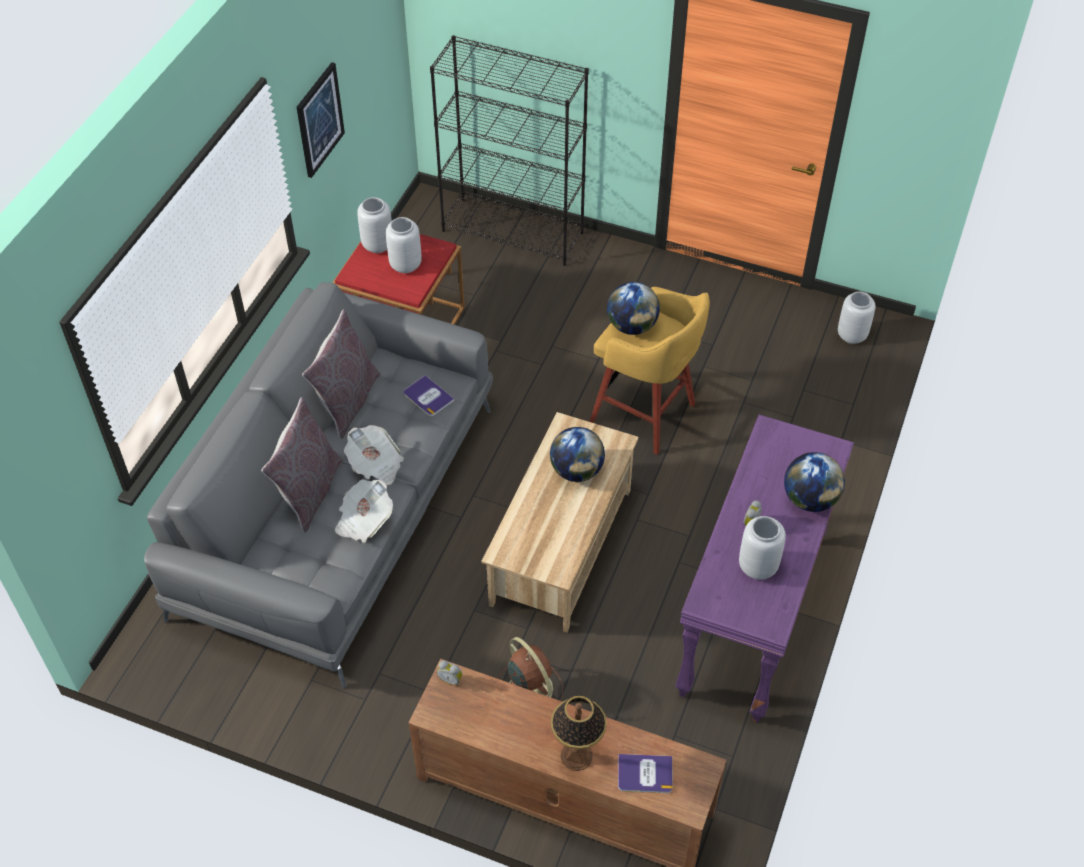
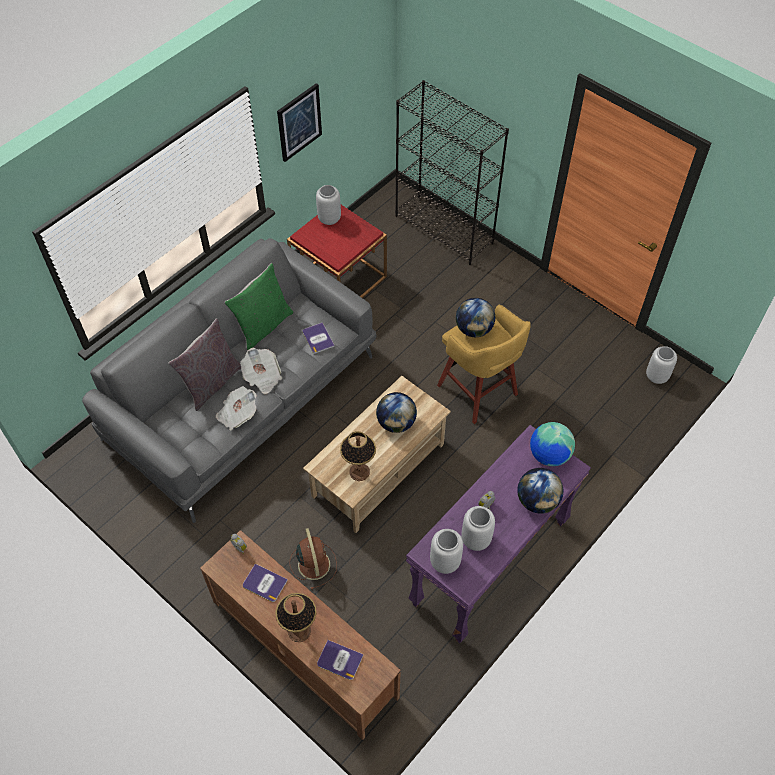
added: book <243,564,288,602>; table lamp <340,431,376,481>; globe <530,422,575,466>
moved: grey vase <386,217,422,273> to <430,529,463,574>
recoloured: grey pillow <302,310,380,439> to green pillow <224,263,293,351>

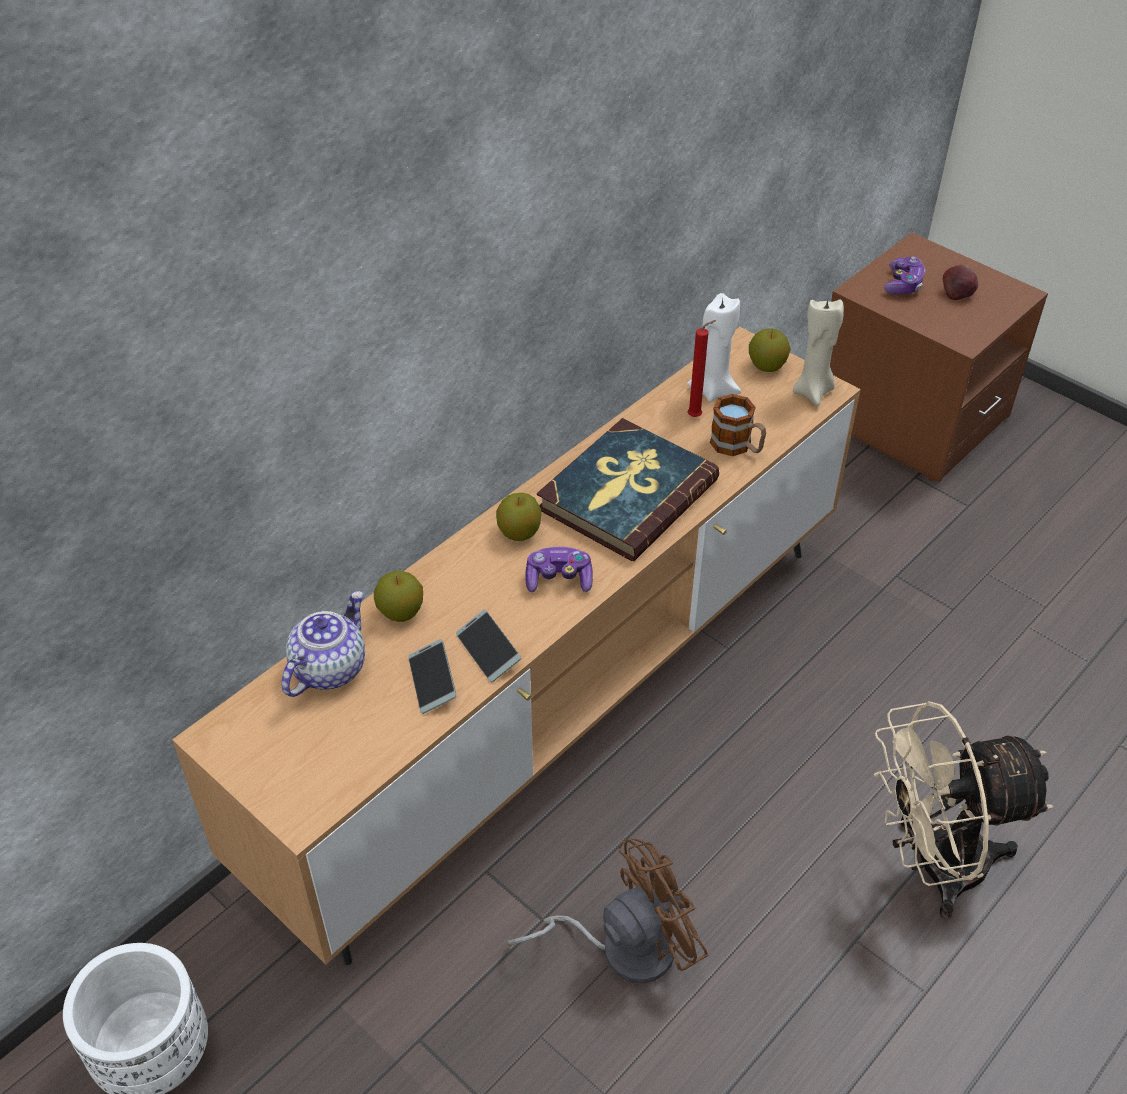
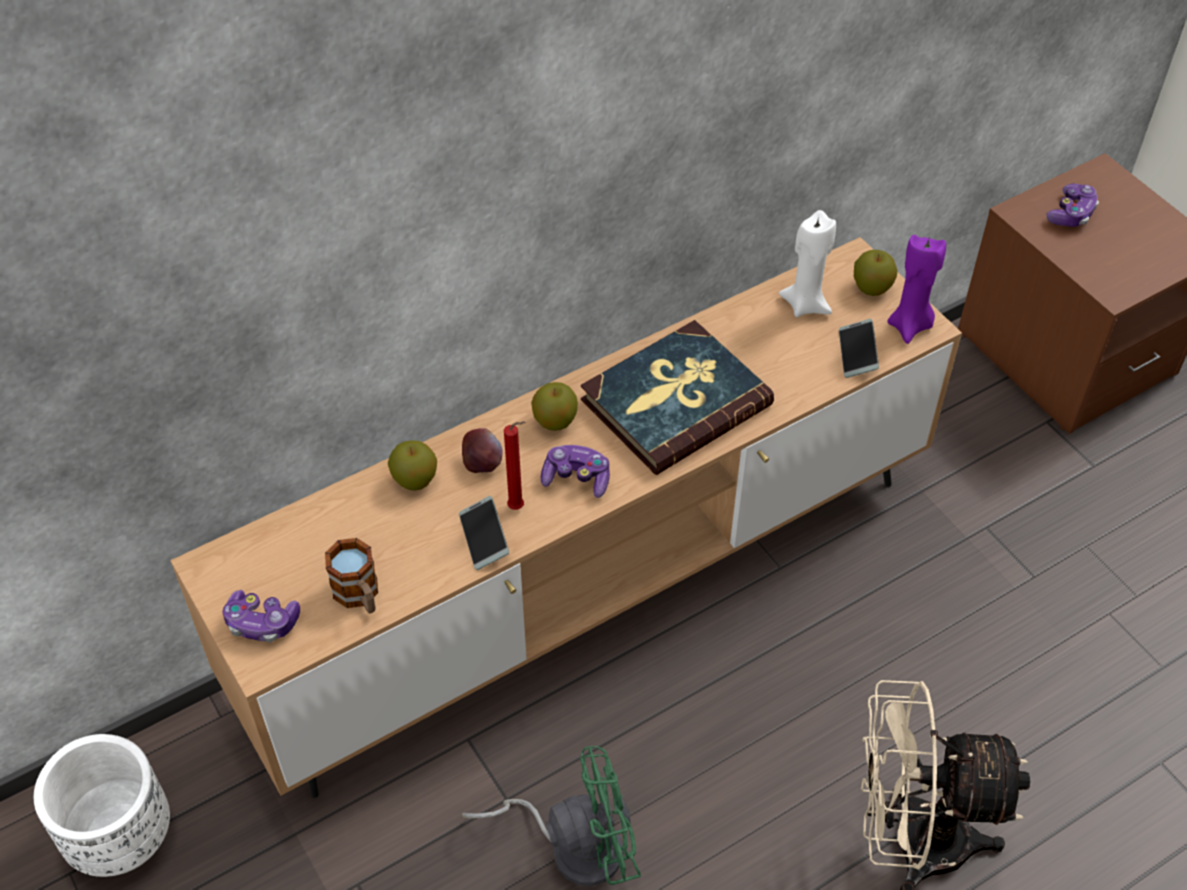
removed: teapot <281,591,365,697>
added: game controller <223,590,300,643>
moved: phone <408,639,456,714> to <839,319,879,378>; red candle <687,320,716,417> to <504,421,525,510>; mug <710,394,766,456> to <325,538,378,613>; apple <942,264,978,300> to <462,428,503,473>
recoloured: brown fan <507,838,708,984> to green fan <462,746,641,886>; beige candle <793,300,844,406> to purple candle <887,235,946,344>

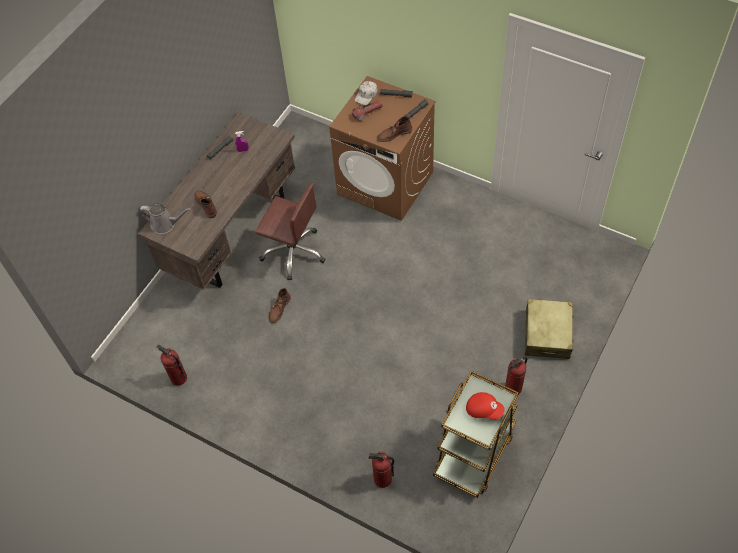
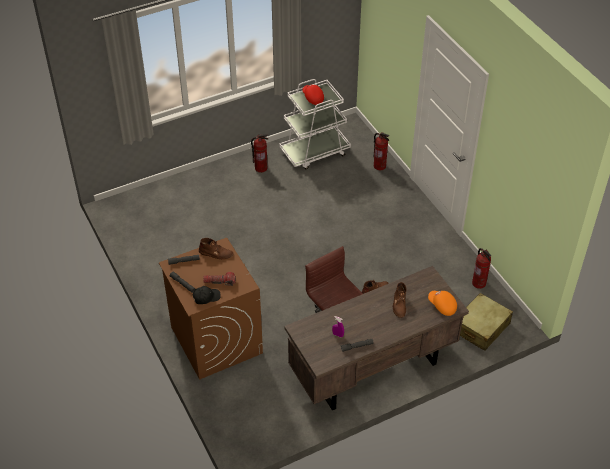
moved: beige suitcase <525,299,574,359> to <460,293,513,351>
replaced: grey watering can <139,203,191,234> to orange cap <428,291,457,316>
recoloured: white cap <354,81,377,105> to black cap <192,286,221,304>; brown cart <433,371,518,498> to white cart <279,79,351,169>

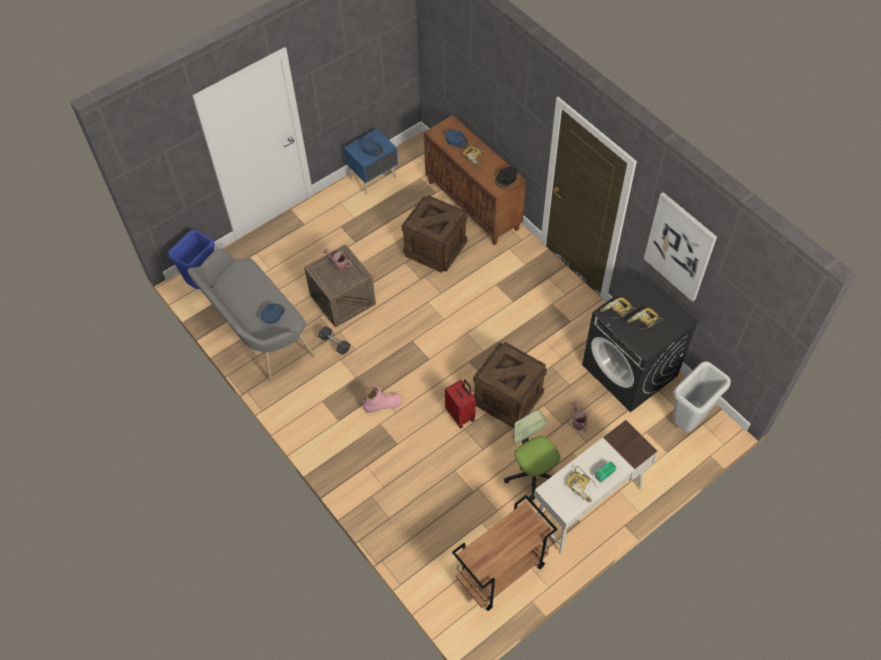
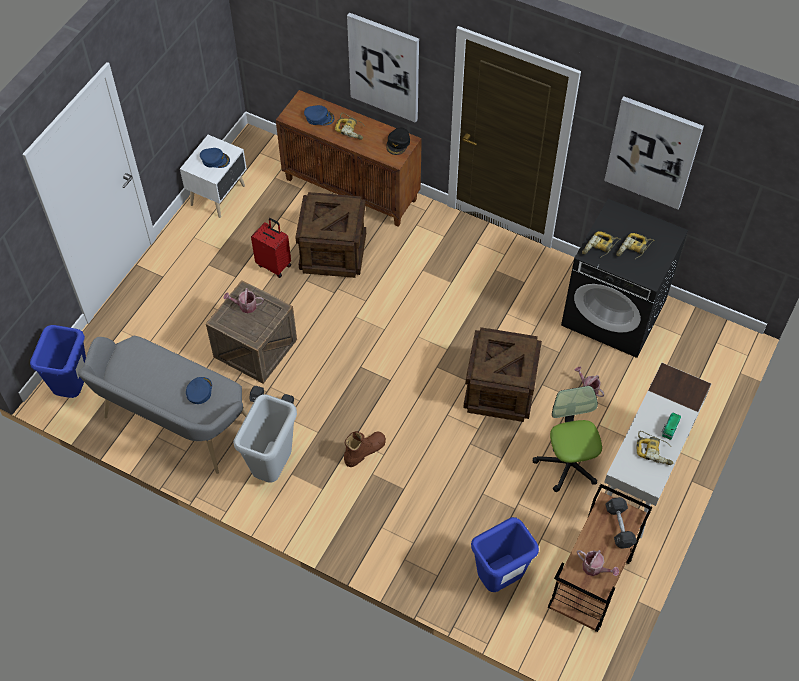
added: picture <347,13,419,123>; blue trash can <471,517,539,592>; watering can <577,550,619,576>; black dumbbell <606,497,637,549>
moved: red suitcase <445,379,476,429> to <251,218,291,278>; grey trash can <673,361,731,432> to <233,394,297,483>
recoloured: blue nightstand <344,129,398,195> to white nightstand <180,135,247,218>; pink boot <363,386,402,413> to brown boot <344,431,386,467>
turned: office chair <504,410,560,501> = <533,386,602,492> 45 degrees clockwise

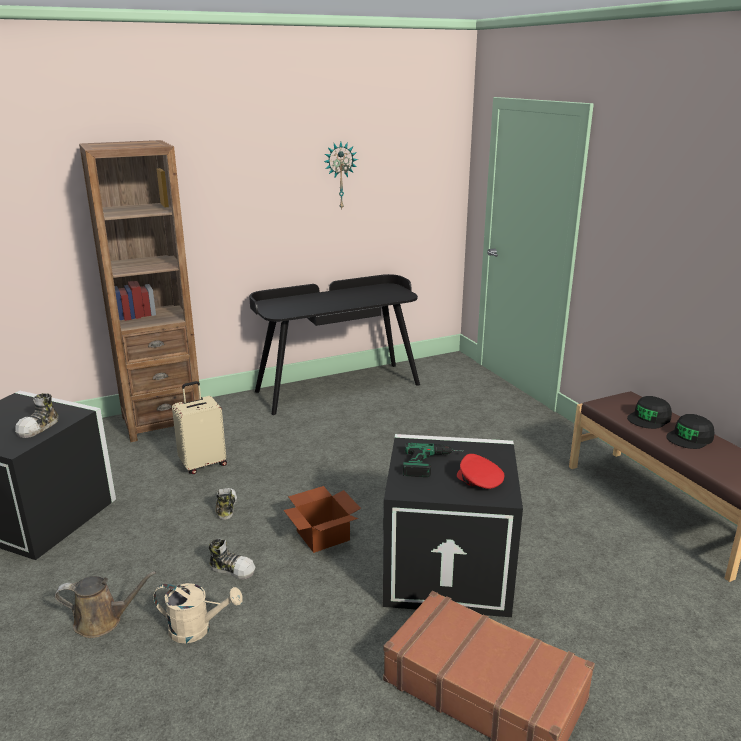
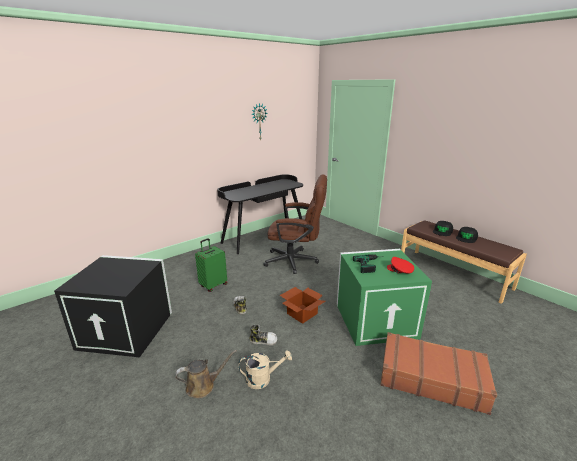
removed: shoe <15,393,58,438>; brown bookcase <79,140,199,442>
added: brown office chair <263,175,327,274>
recoloured: beige suitcase <172,381,227,474> to green suitcase <195,238,227,292>; black storage box <383,434,523,617> to green storage box <337,249,432,346>

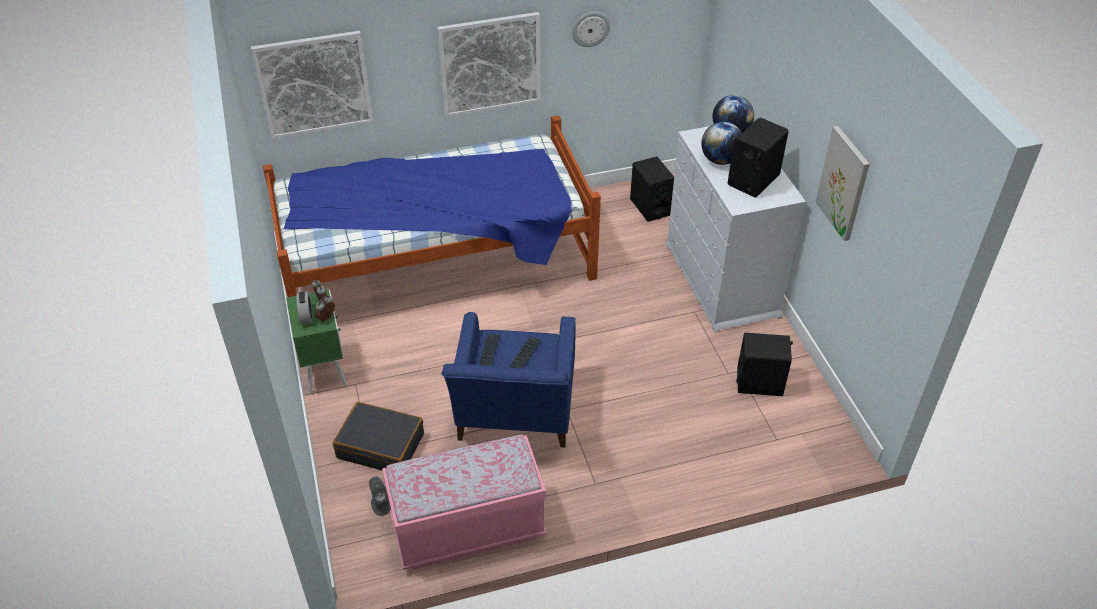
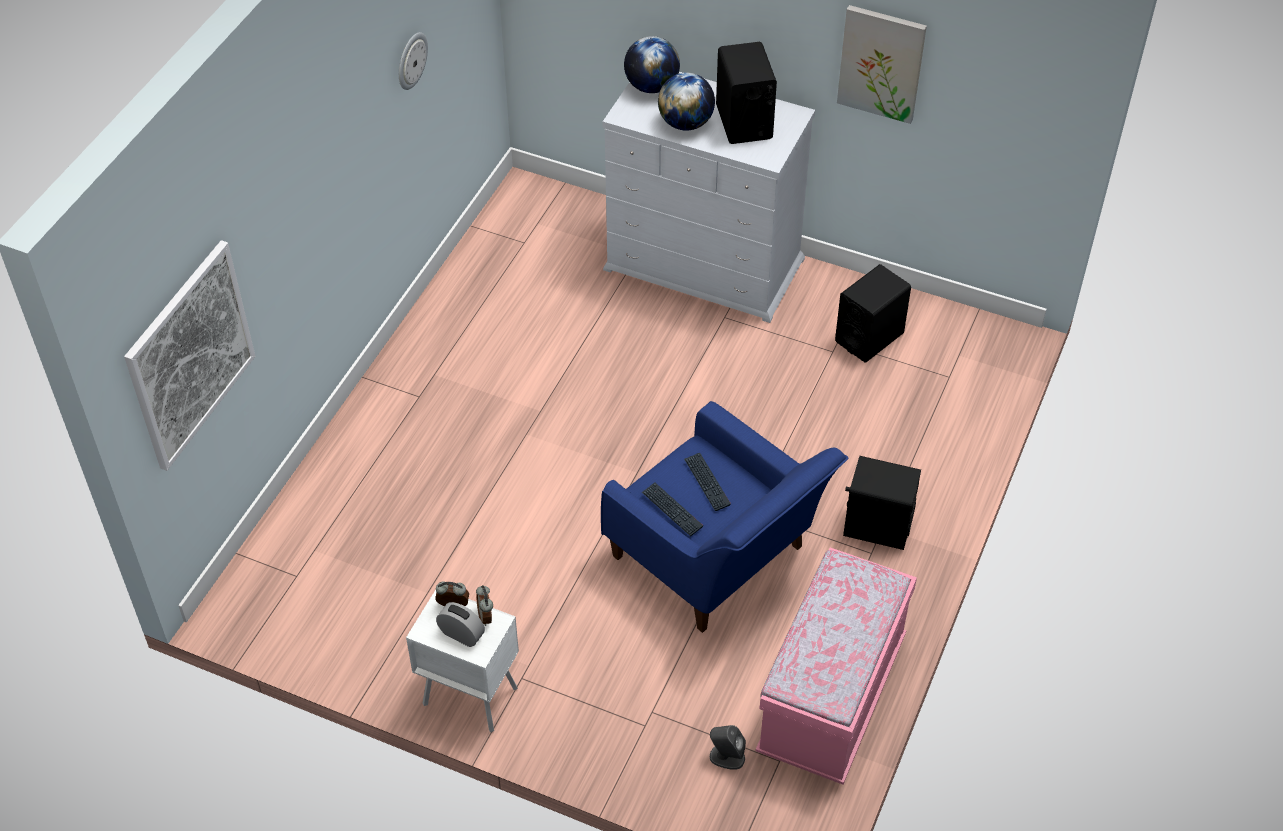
removed: bed <263,115,601,297>; black suitcase <333,402,424,471>; picture <437,12,540,117>
moved: black speaker <630,156,674,222> to <843,456,921,550>
recoloured: green nightstand <286,289,348,394> to white nightstand <406,590,519,732>

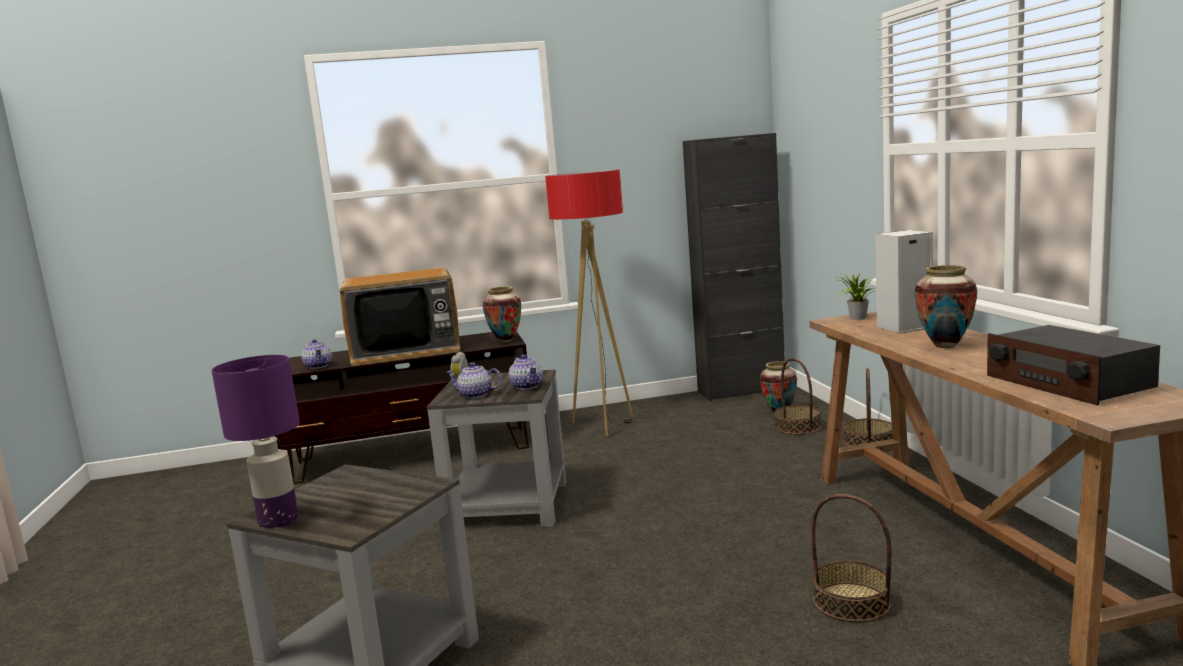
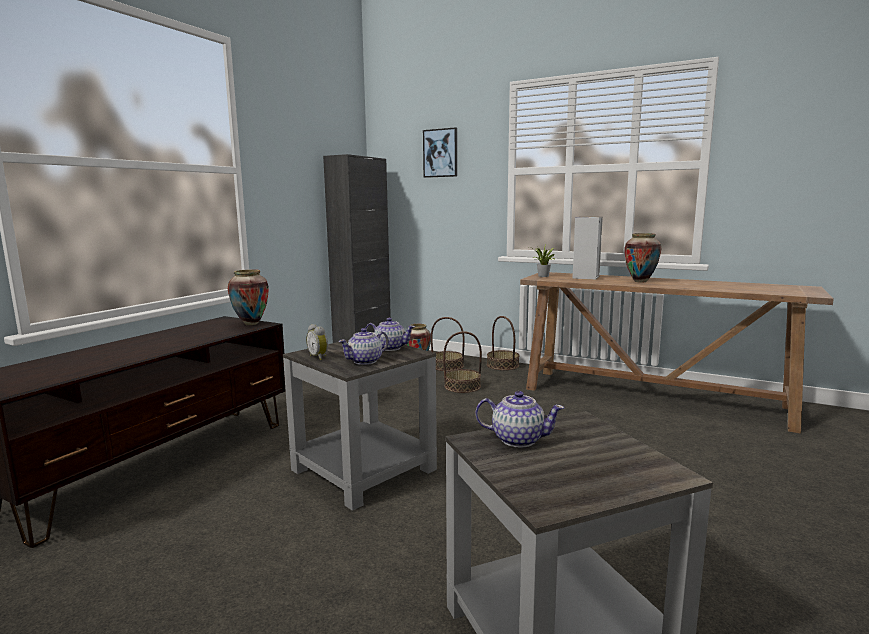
removed: purple table lamp <211,355,300,528>; television <340,268,460,366>; floor lamp <545,169,634,437>; radio <987,325,1160,405>
added: picture <423,127,457,178>
moved: teapot <301,339,332,369> to <476,391,564,448>; basket <811,494,892,623> to <443,331,482,393>

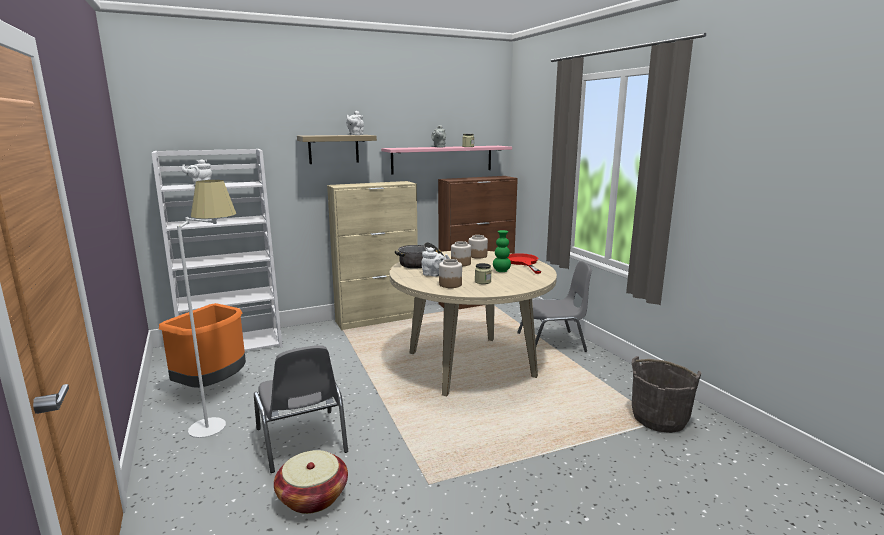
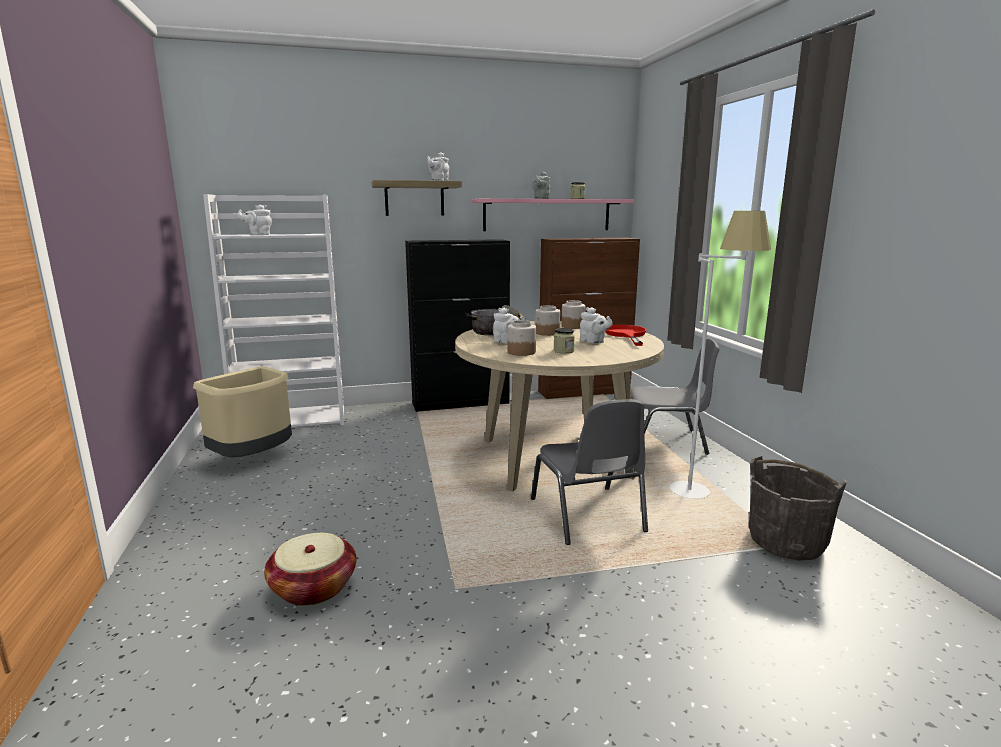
moved: white floor lamp <177,180,236,438> to <670,211,771,499>; grey chair <254,345,348,473> to <531,399,648,545>
replaced: green vase <493,230,511,272> to white teapot <580,307,613,343>
recoloured: orange trash can <159,303,246,388> to beige trash can <193,366,292,457>; beige cabinet <327,181,418,330> to black cabinet <405,239,510,412>

